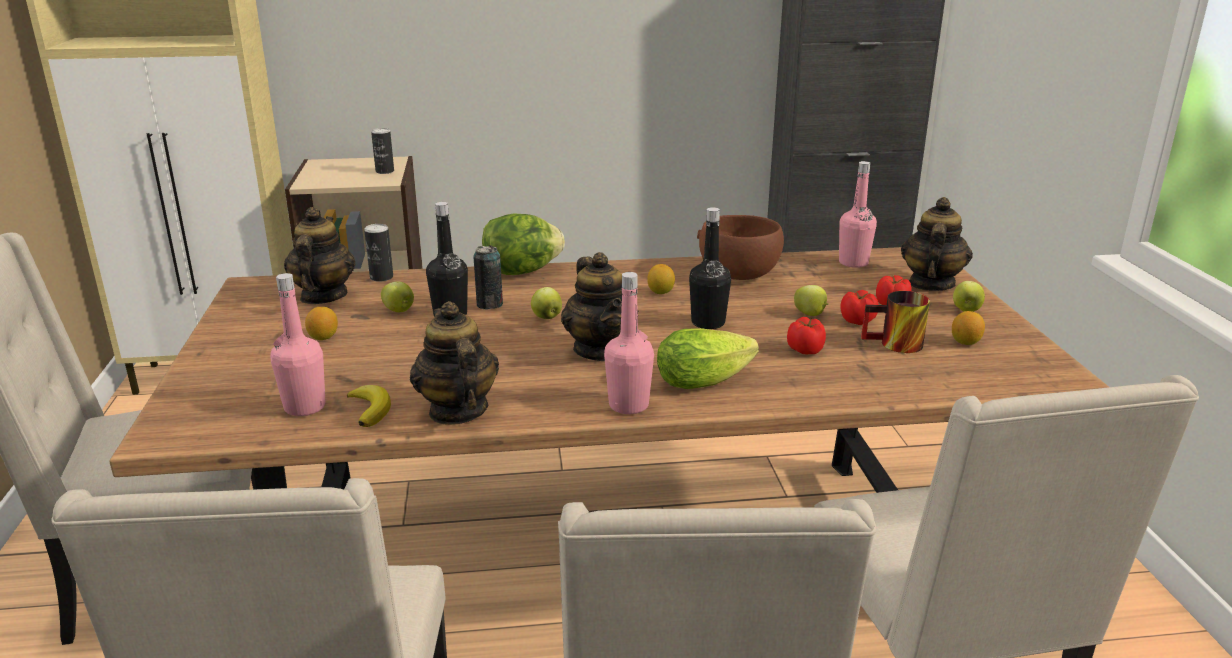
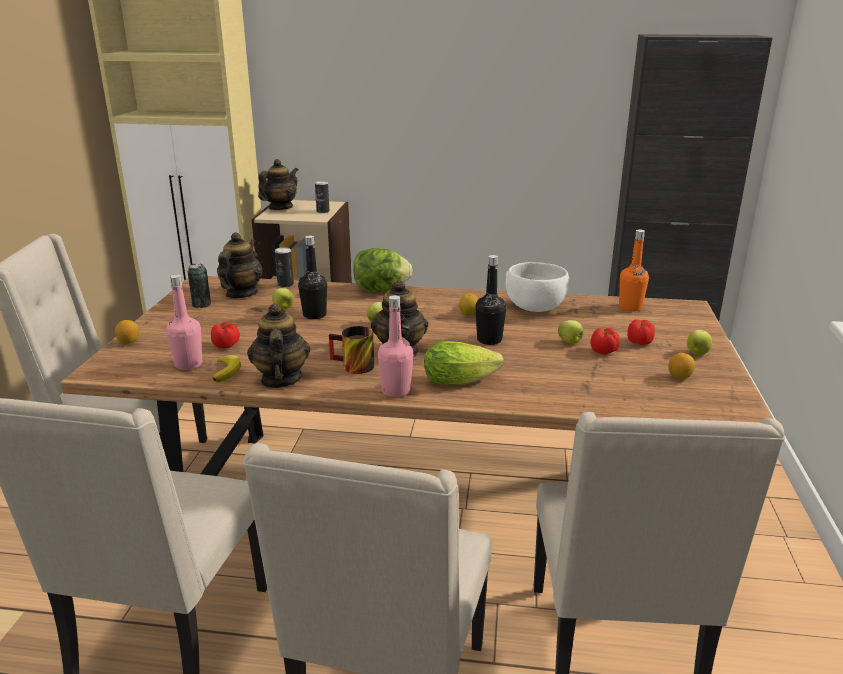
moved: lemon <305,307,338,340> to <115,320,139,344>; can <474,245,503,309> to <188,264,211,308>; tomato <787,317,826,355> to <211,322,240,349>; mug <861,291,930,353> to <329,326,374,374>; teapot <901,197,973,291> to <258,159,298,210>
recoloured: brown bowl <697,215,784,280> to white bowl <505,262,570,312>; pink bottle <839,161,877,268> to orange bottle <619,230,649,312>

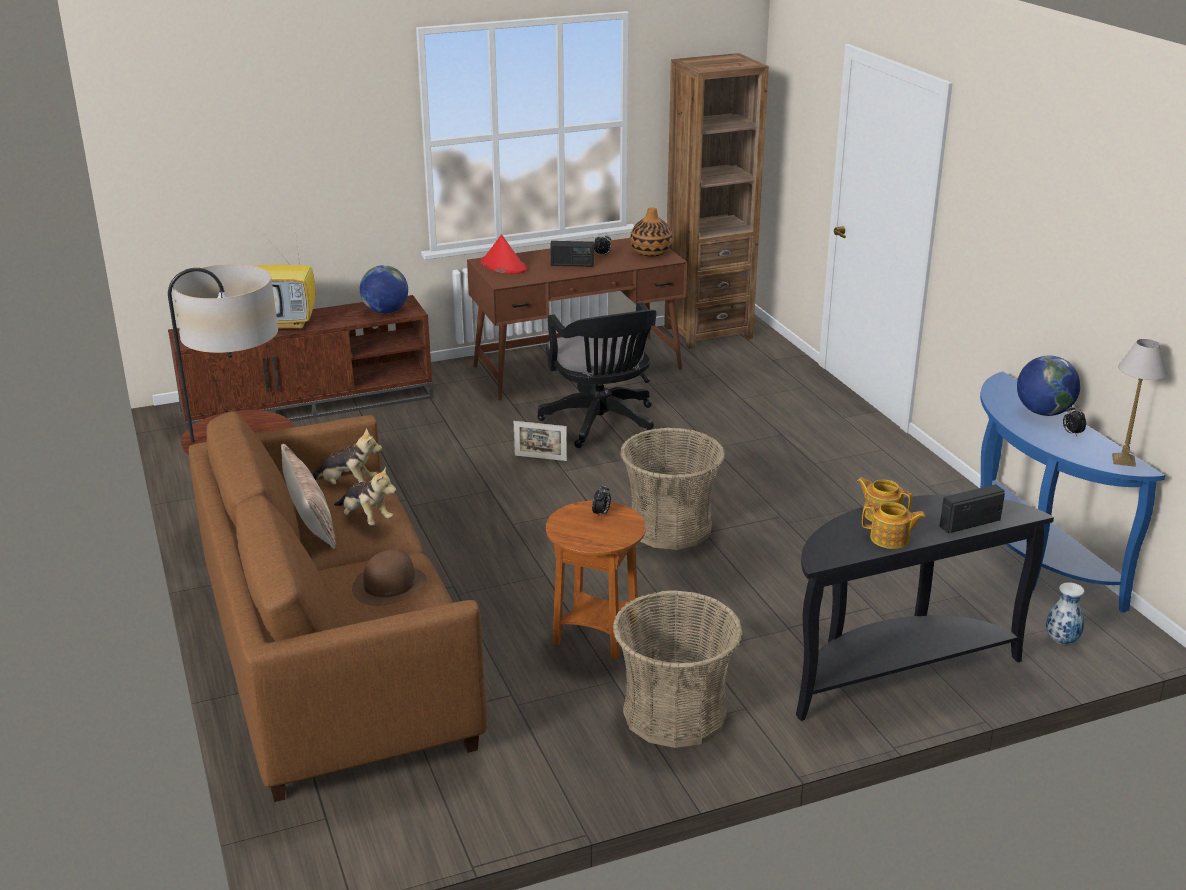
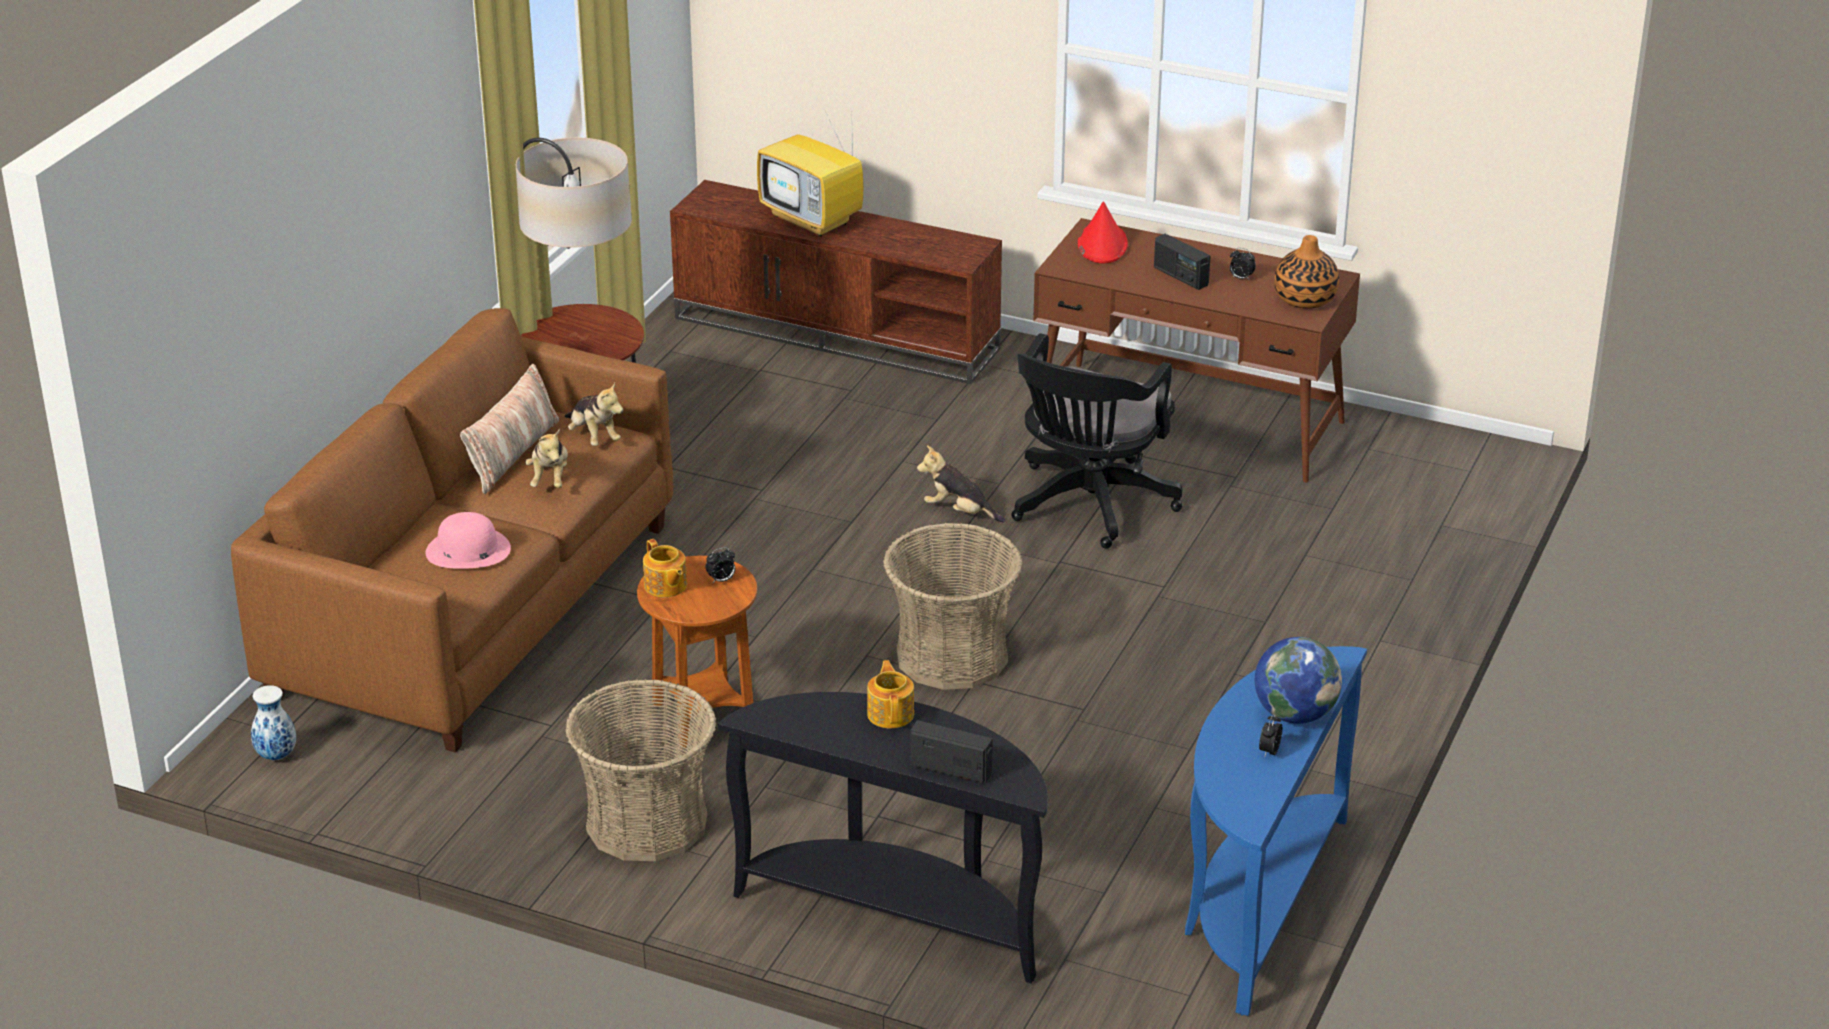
removed: globe <360,265,408,314>; brown bookcase <664,53,769,349>; table lamp <1112,339,1167,467>
moved: teapot <862,502,926,549> to <643,539,687,598>; vase <1046,582,1084,645> to <251,685,296,760>
replaced: picture frame <514,421,567,461> to plush toy <917,445,1005,522>
recoloured: brown hat <352,549,427,606> to pink hat <425,512,511,569>

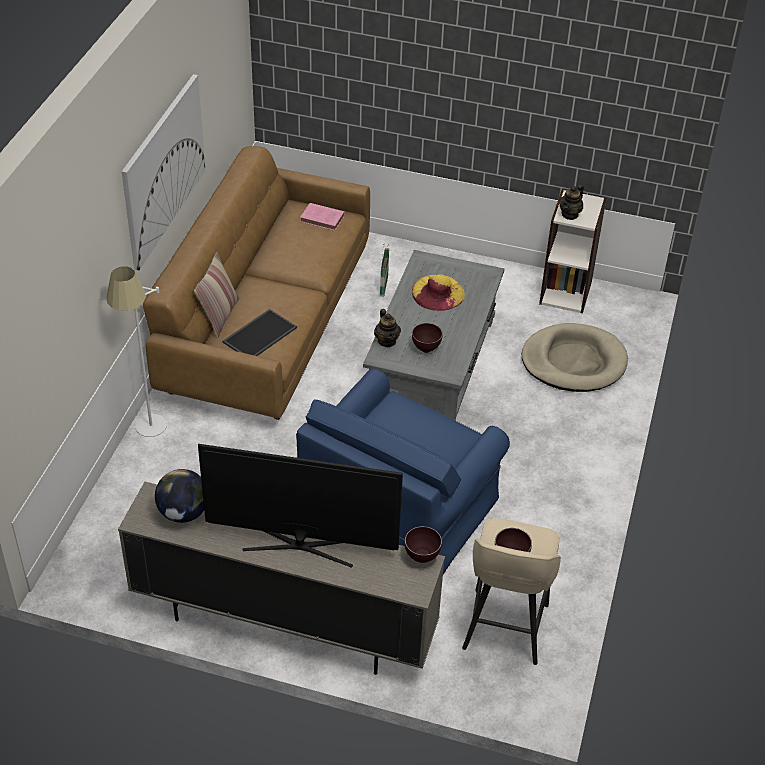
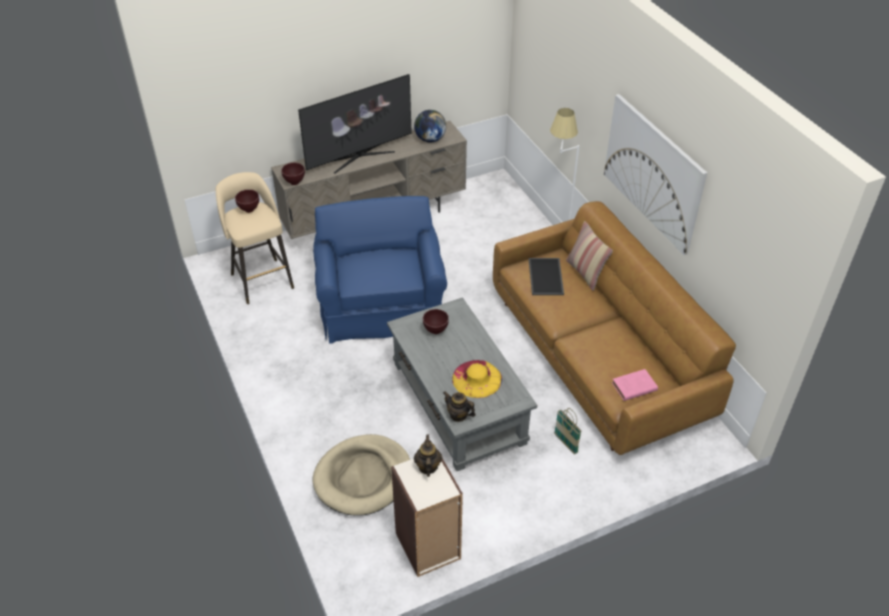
moved: teapot <374,309,401,347> to <443,391,476,422>

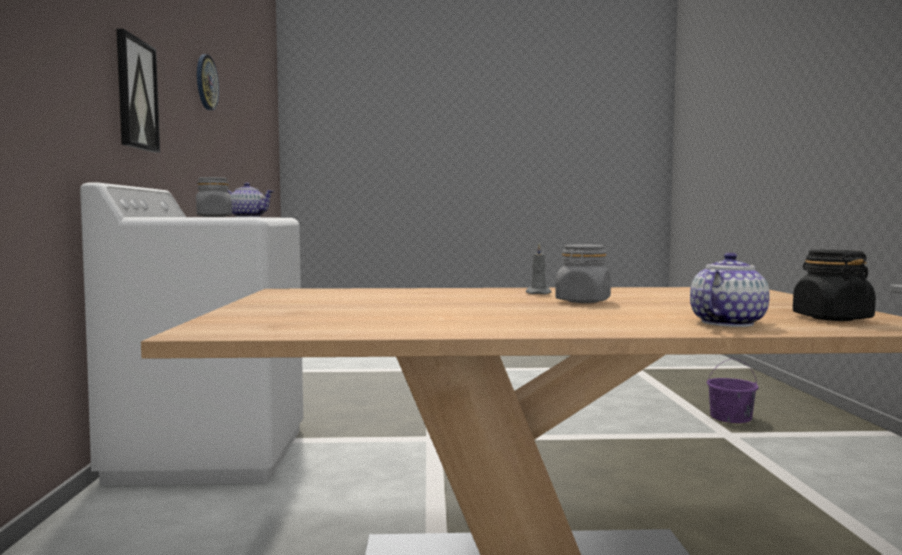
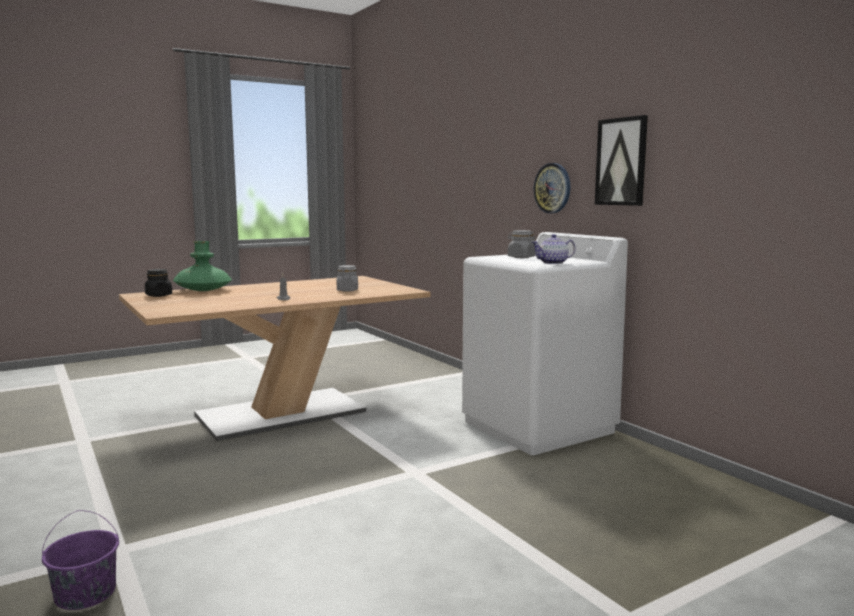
moved: wall clock <197,54,219,110> to <534,163,570,213>; grey jar <555,245,611,303> to <337,265,358,292>
replaced: teapot <690,252,770,327> to green vase <173,241,232,291>

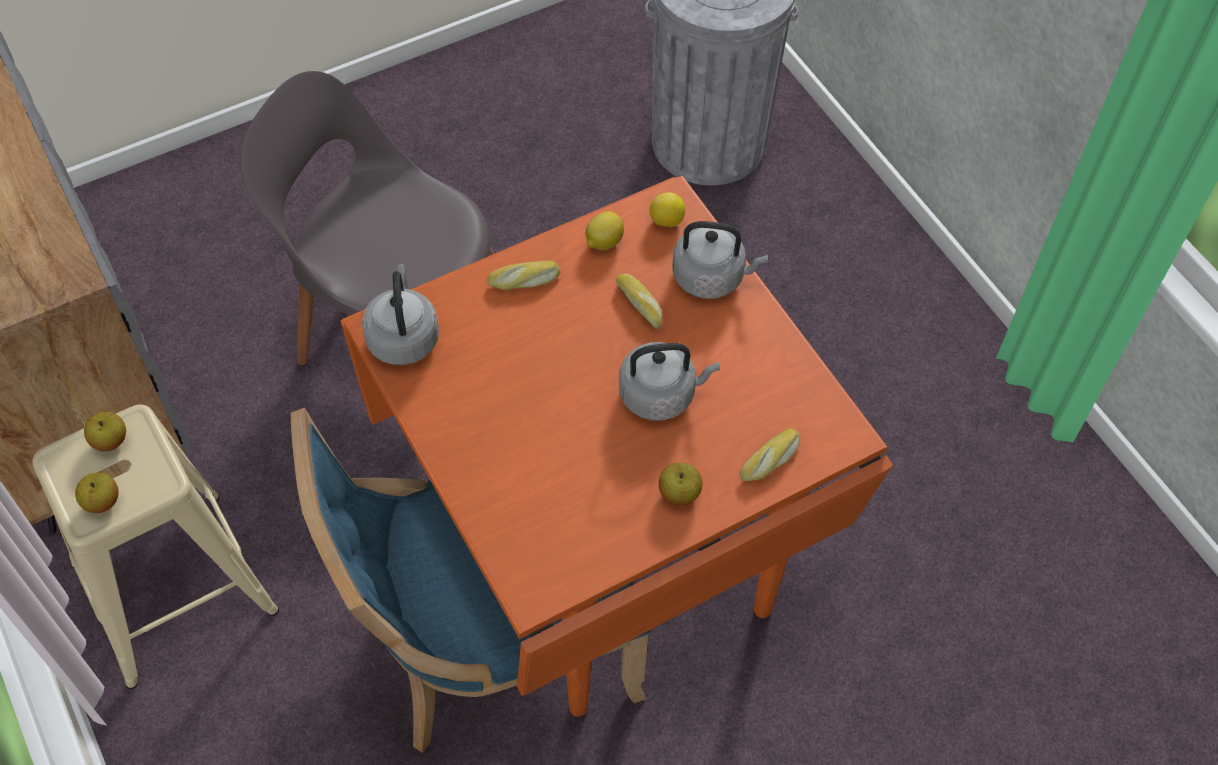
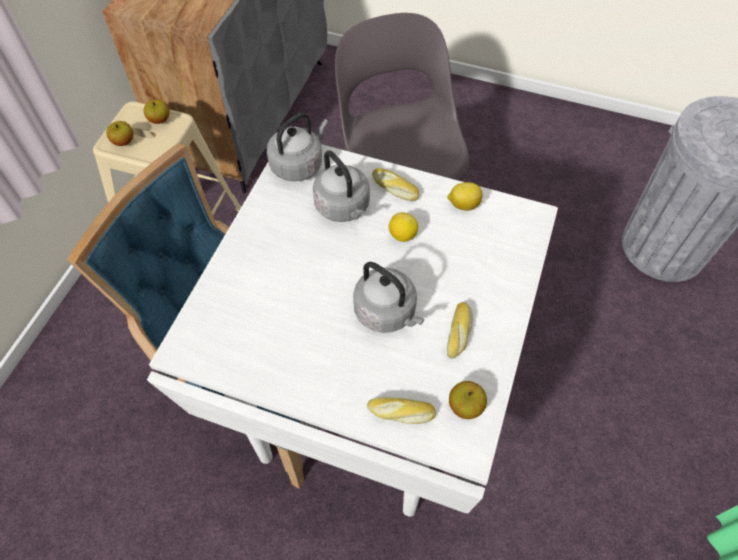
moved: bread <616,274,662,329> to <447,302,473,359>; lemon <650,193,685,227> to <389,212,418,242>; apple <659,462,702,506> to <449,381,487,419>; grey kettle <672,221,768,299> to <313,150,370,222>
recoloured: orange dining table <340,176,893,717> to white dining table <147,144,558,517>

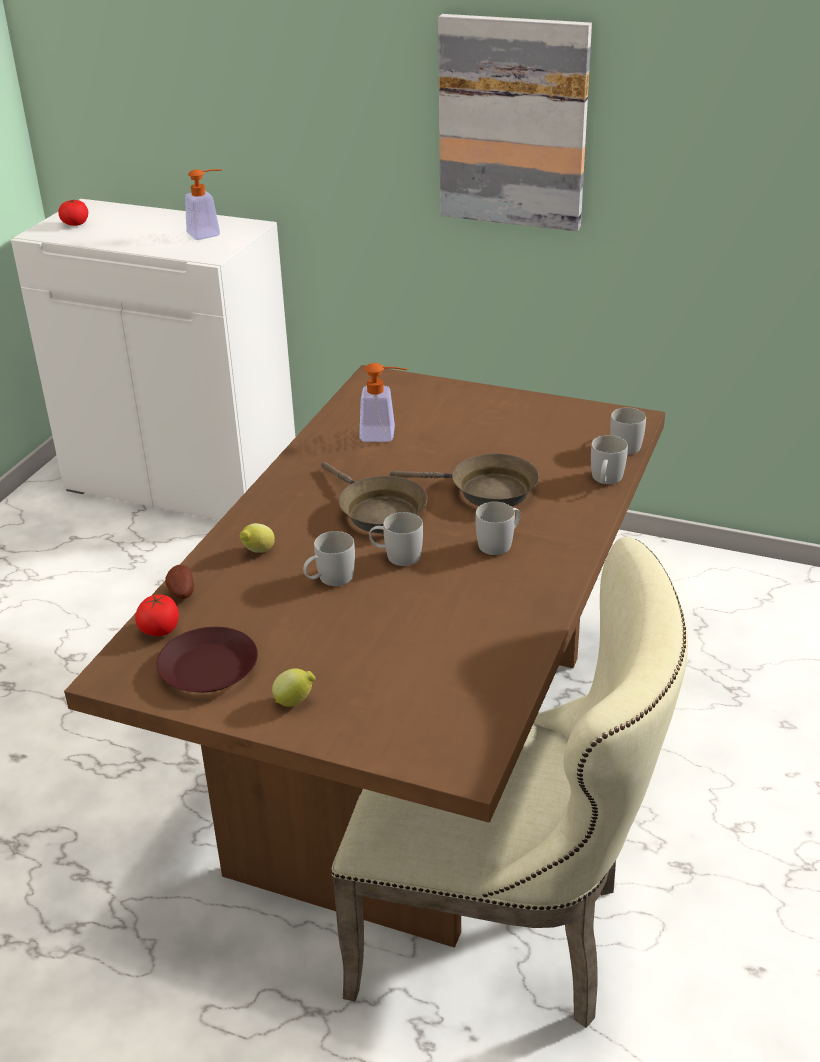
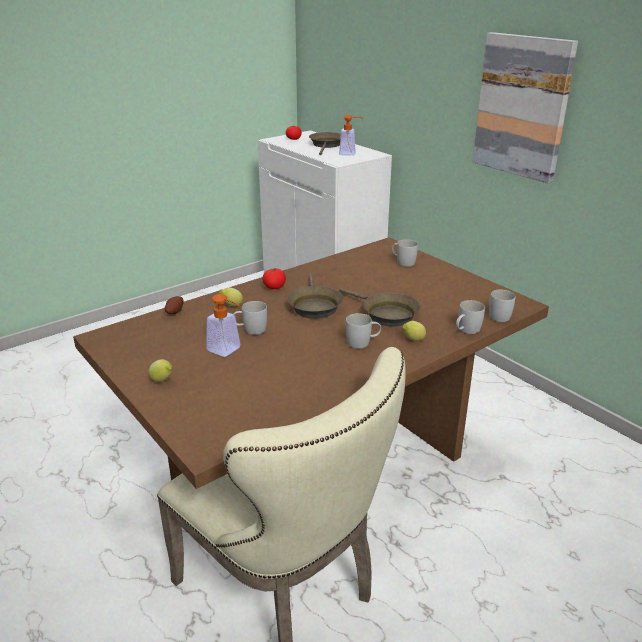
removed: brown plate <156,627,258,693>
added: brown frying pan <309,132,341,155>; lemon <403,321,426,341>
moved: tomato <135,595,179,636> to <262,268,286,289>; soap dispenser <359,363,407,442> to <206,294,240,357>; white mug <369,512,423,566> to <392,239,418,267>

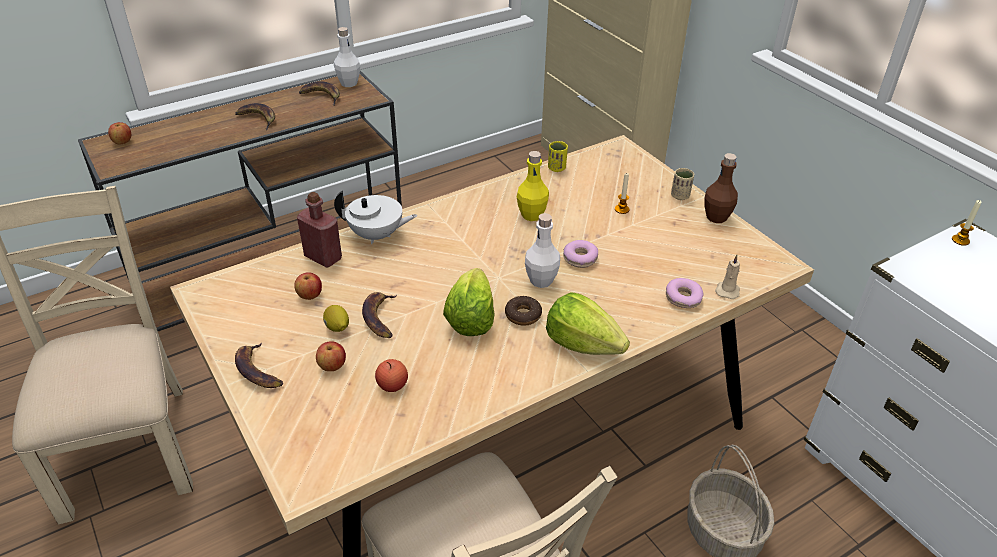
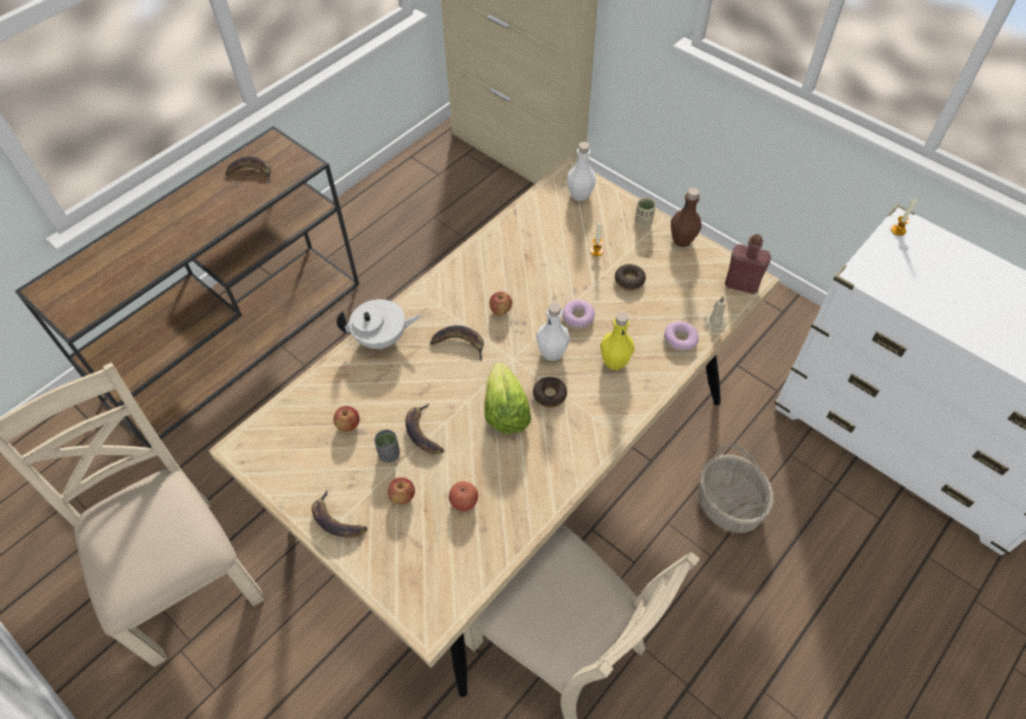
removed: lettuce <546,292,630,355>; yellow cup <548,141,568,172>
added: donut <615,264,646,291>
moved: apple <108,122,131,145> to <489,292,512,316>; banana <235,103,275,130> to <430,325,484,361>; red bottle <297,192,342,267> to <725,234,771,294>; white bottle <334,27,360,87> to <567,142,596,201>; yellow bottle <517,151,549,221> to <600,312,635,370>
replaced: lemon <323,305,349,332> to grey cup <374,429,400,463>

